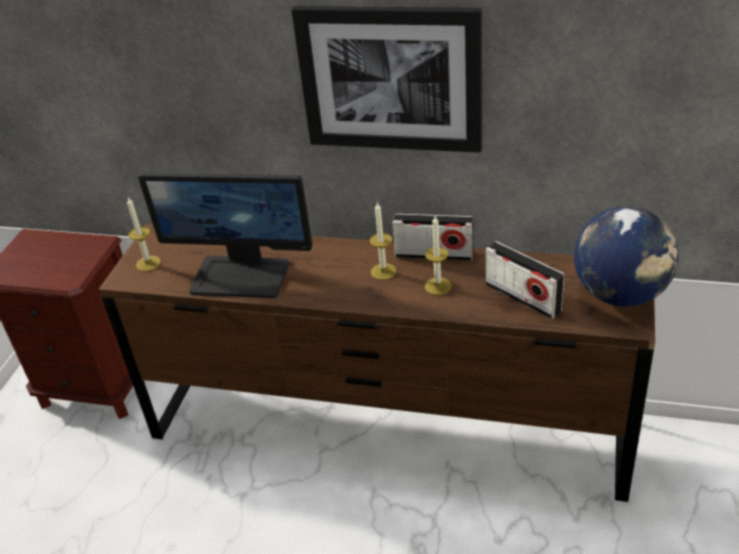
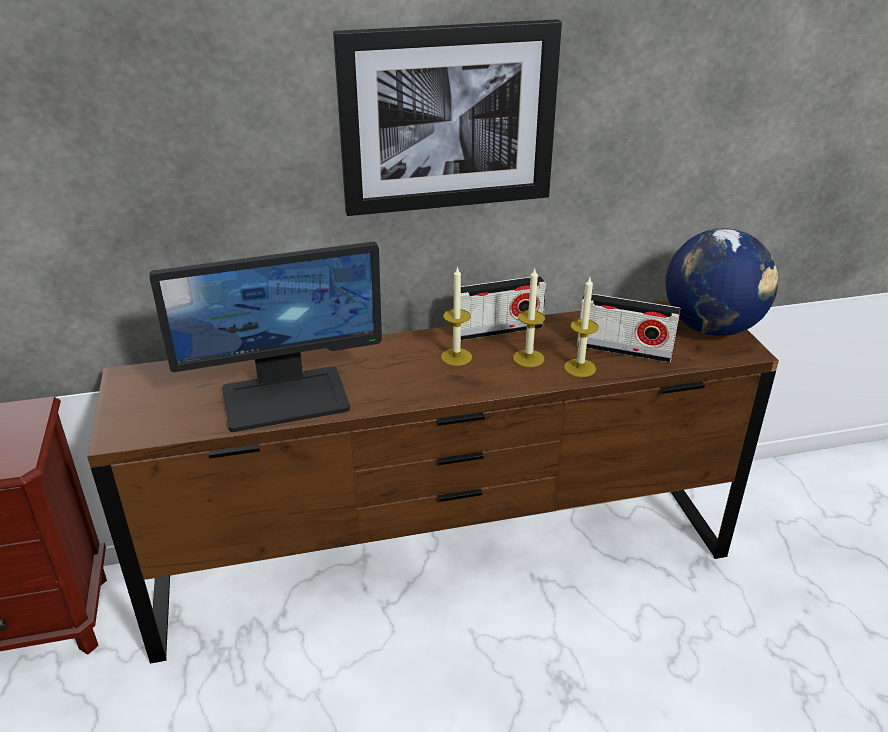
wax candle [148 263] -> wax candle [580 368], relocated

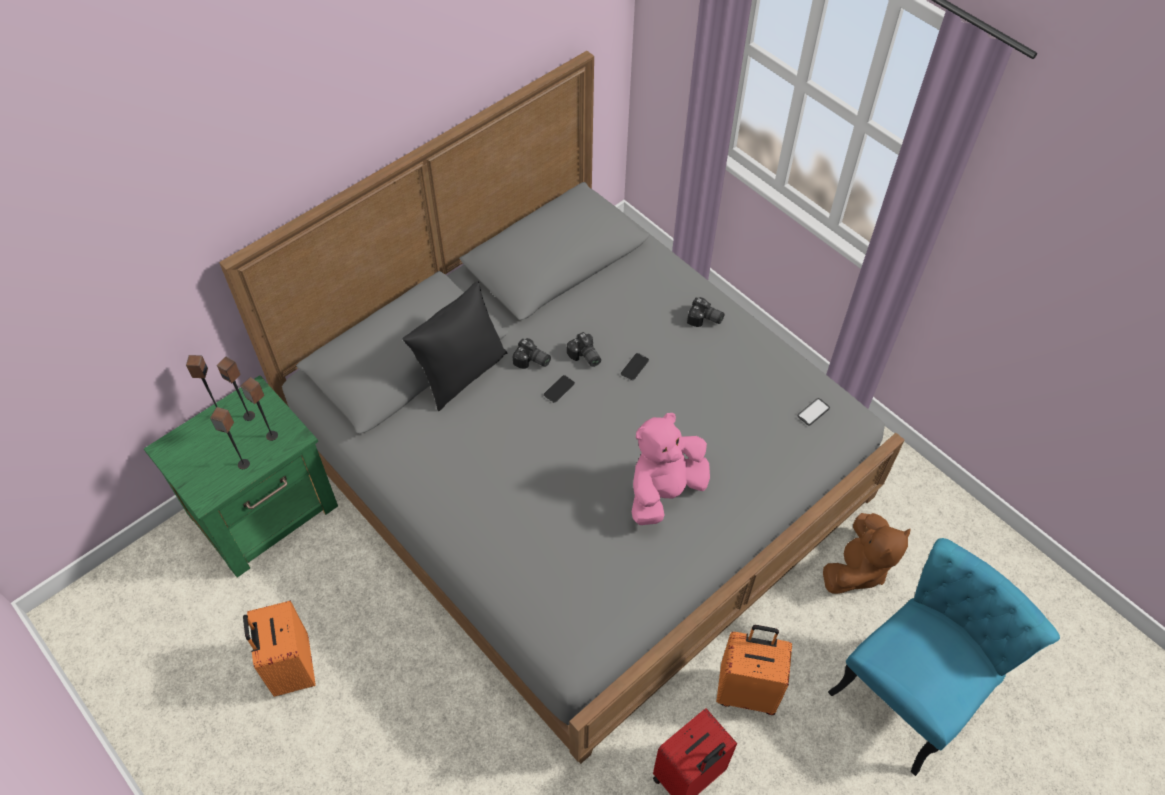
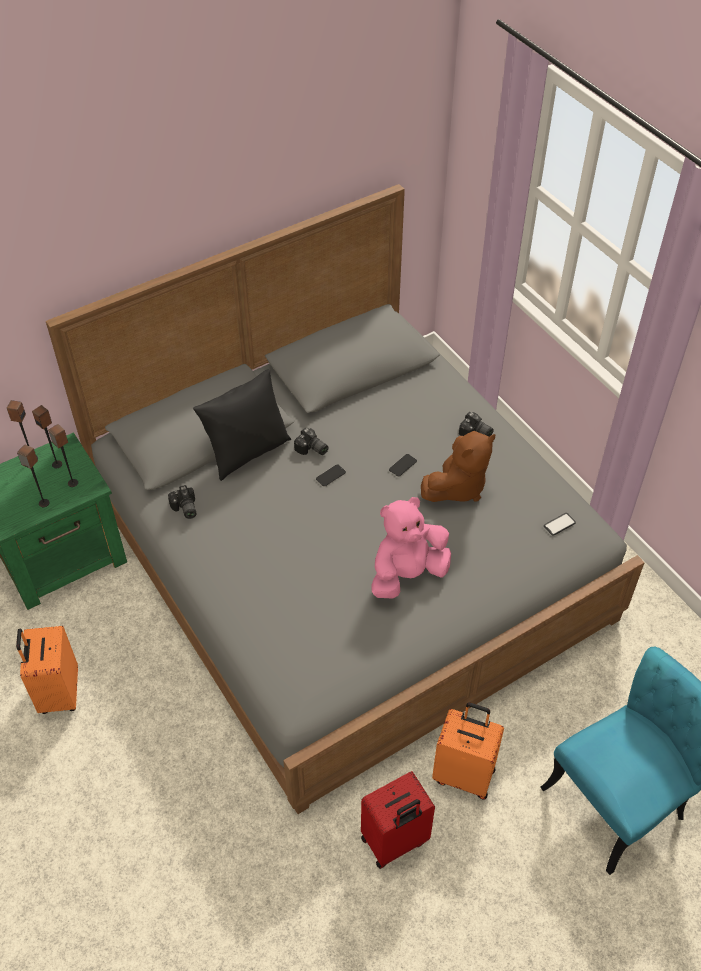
still camera [584 357] -> still camera [184 509], relocated
brown cuddly toy [857 568] -> brown cuddly toy [457 486], relocated

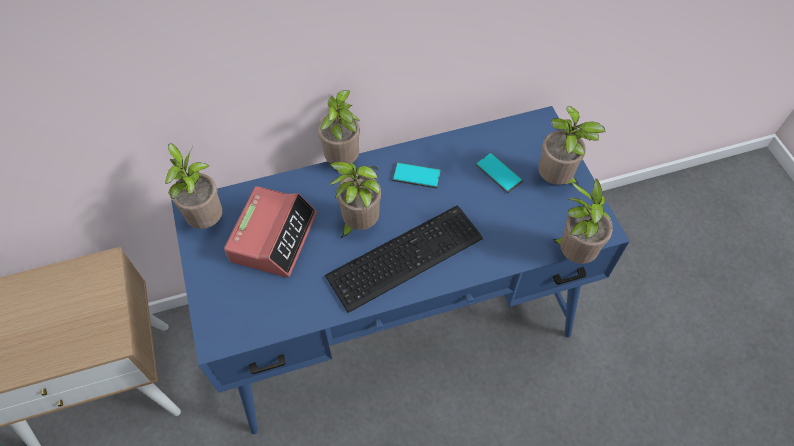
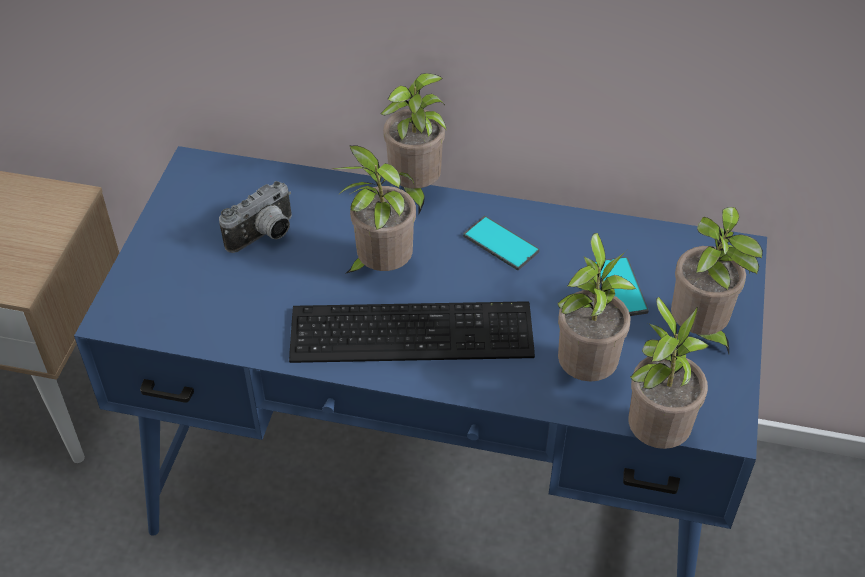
houseplant [207 219] -> houseplant [585 370], relocated
table clock [273 237] -> still camera [265 236]

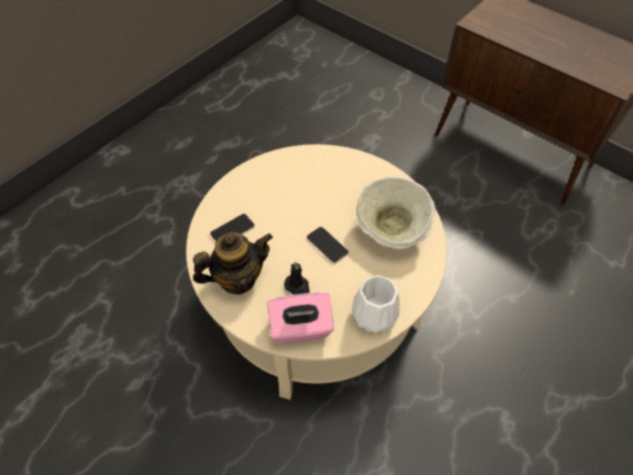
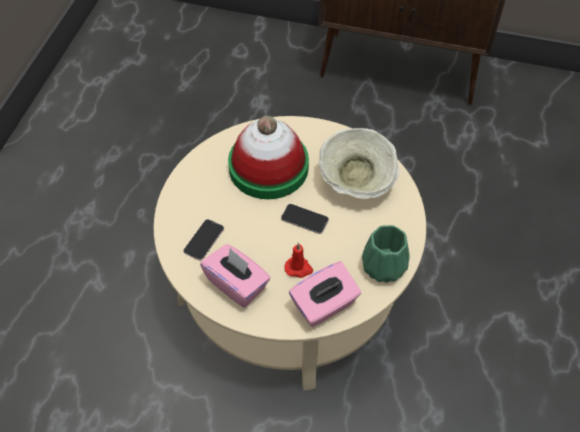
pot for tea [237 278] -> pink-coloured tissue holder [237 284]
black-coloured wax candle [297 286] -> reddish wax candle [299 268]
whitish decorative vase [374 314] -> greenish decorative vase [382 266]
none -> wearable hat [268 167]

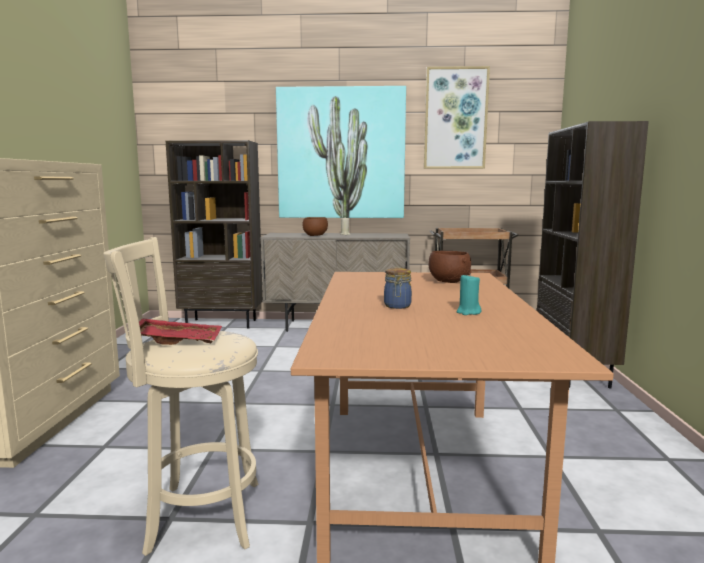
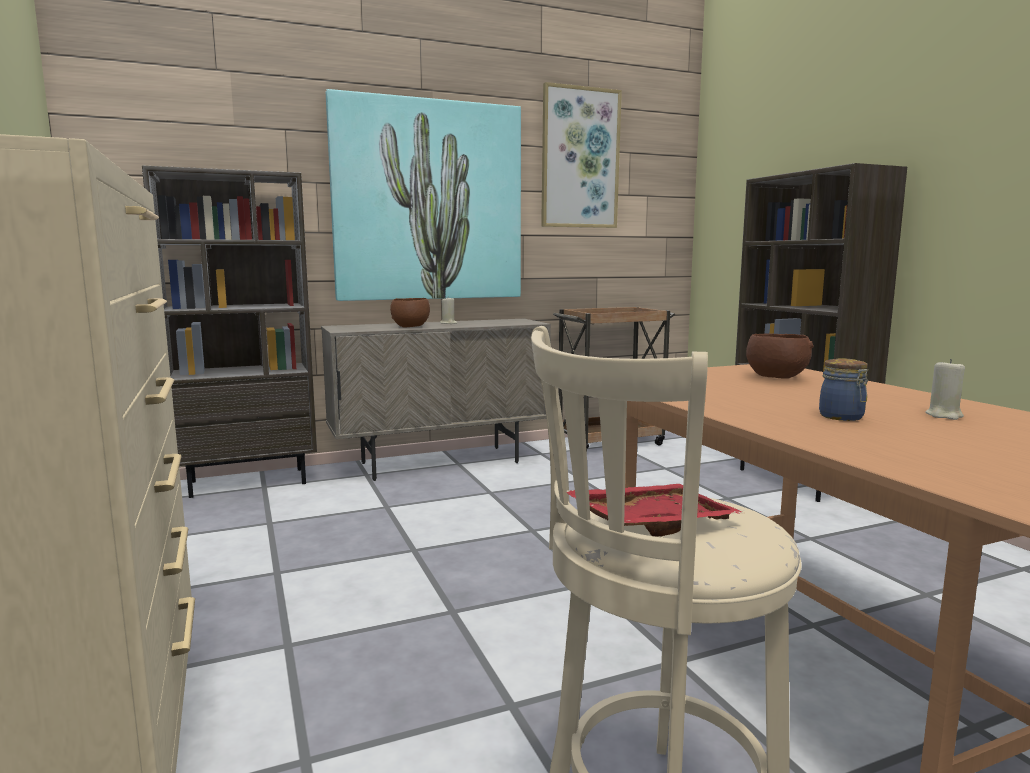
turquoise-coloured wax candle [468 312] -> beige-coloured wax candle [944 415]

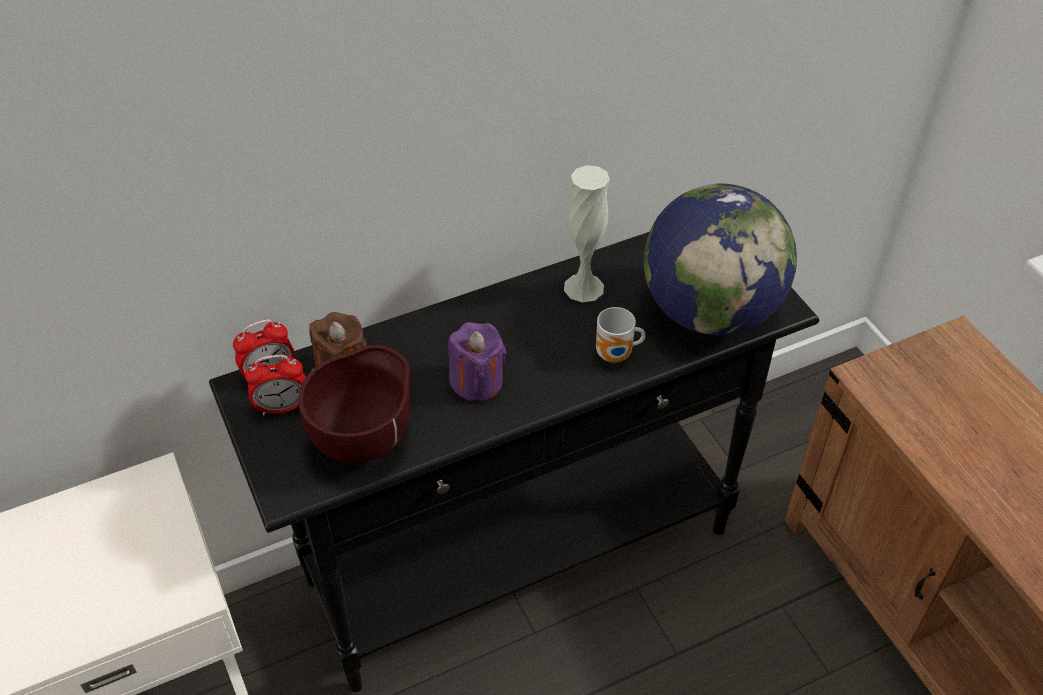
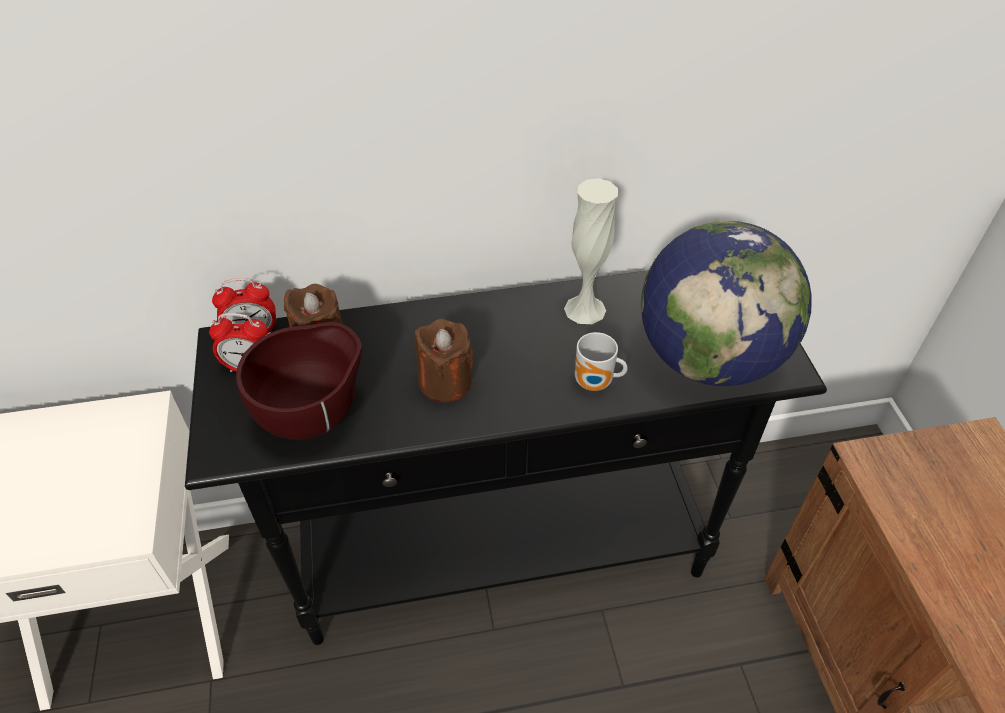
purple-coloured wax candle [477 382] -> brown wax candle [445 382]

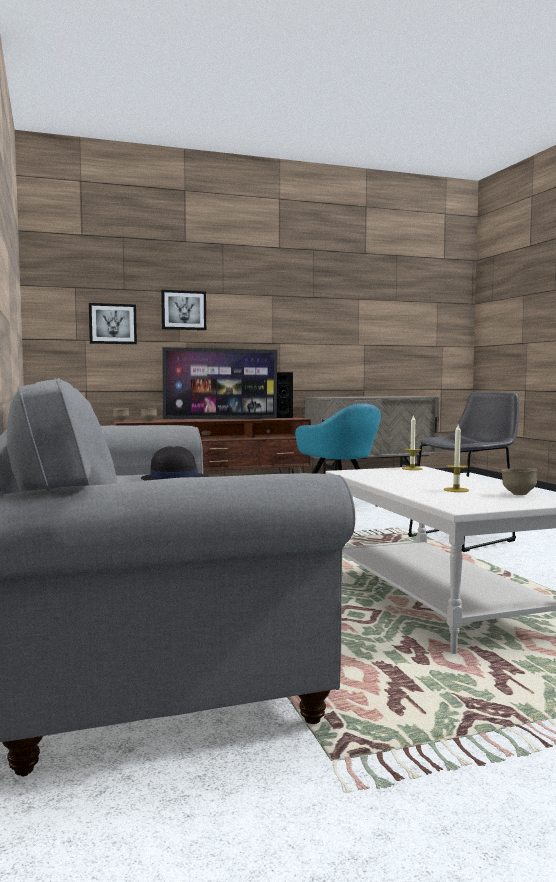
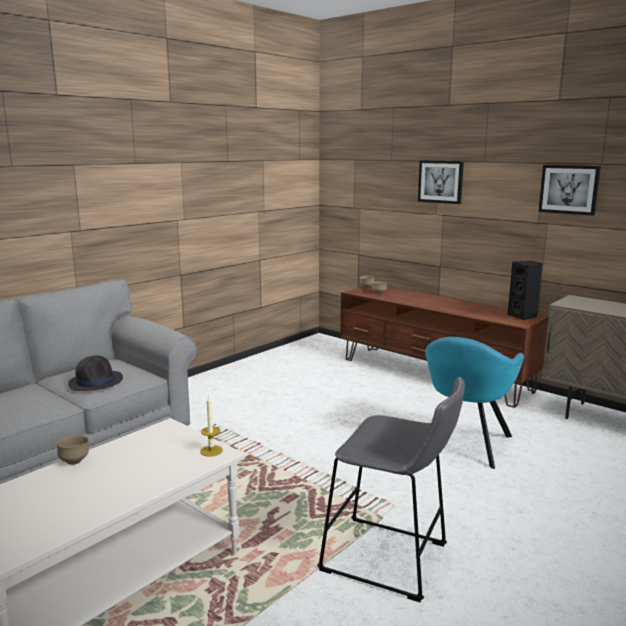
picture [112 324] -> picture [569 189], relocated
TV set [221 419] -> none
wax candle [456 490] -> none
brown bowl [518 494] -> brown bowl [74 462], relocated

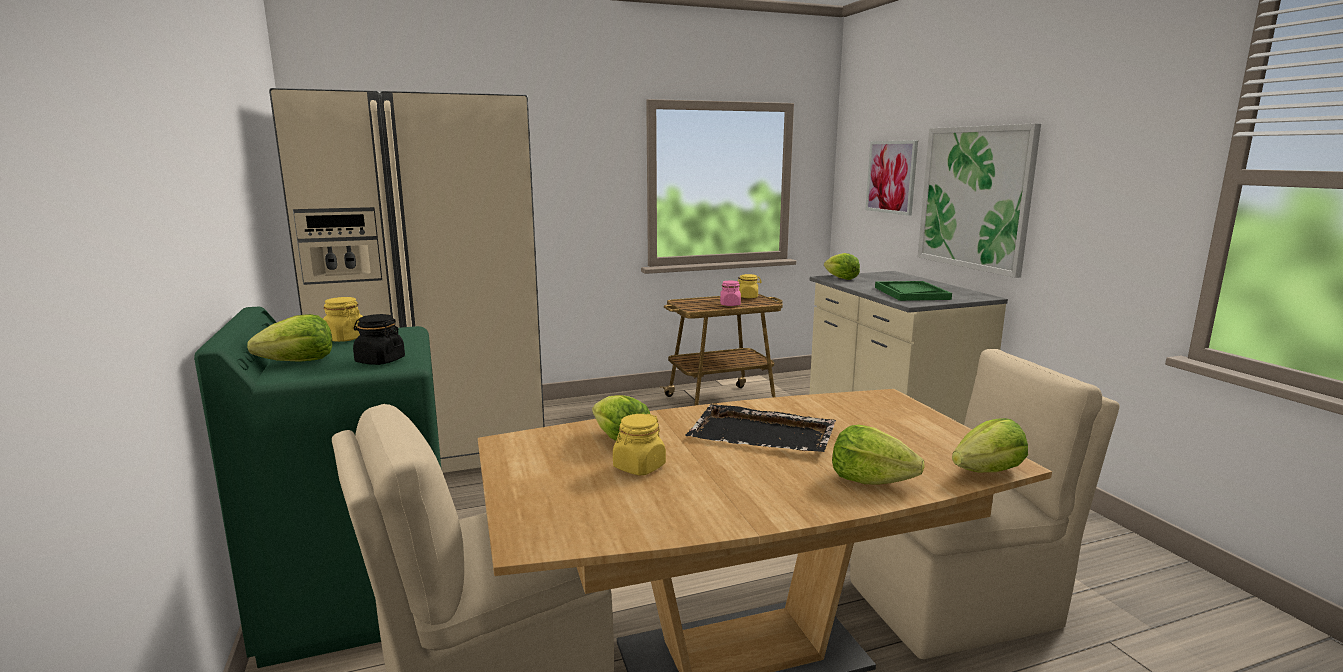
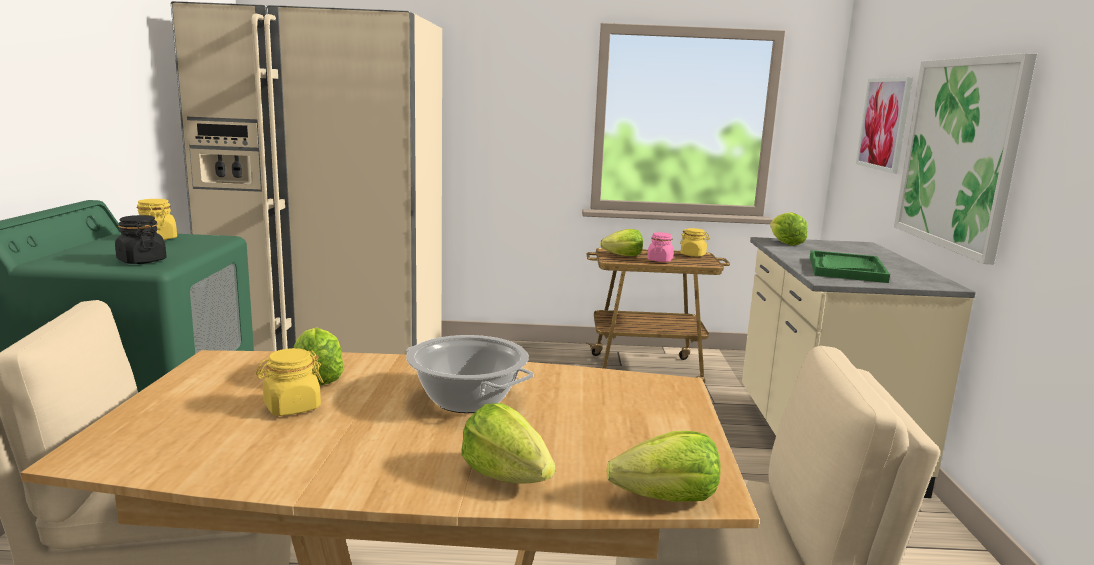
head of lettuce [299 362] -> head of lettuce [623 256], relocated
black-coloured serving tray [763 434] -> stockpot [468 399]

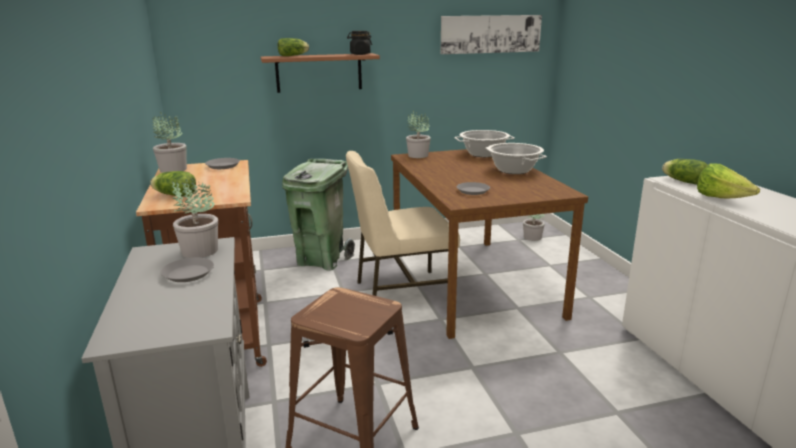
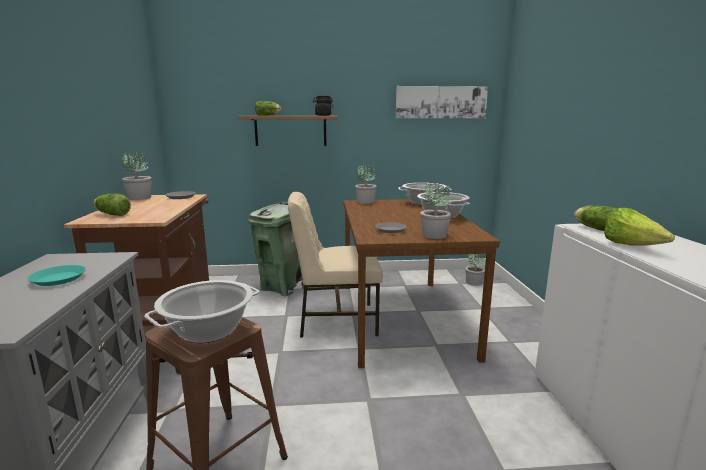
houseplant [199 251] -> houseplant [434 235], relocated
greyish flat dish [188 274] -> turquoise-coloured flat dish [58 279]
none -> stockpot [208 330]

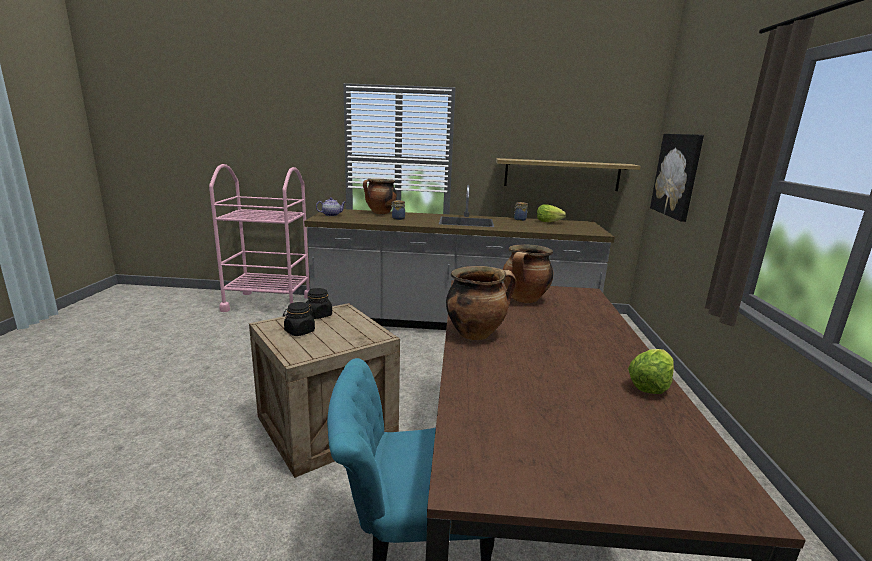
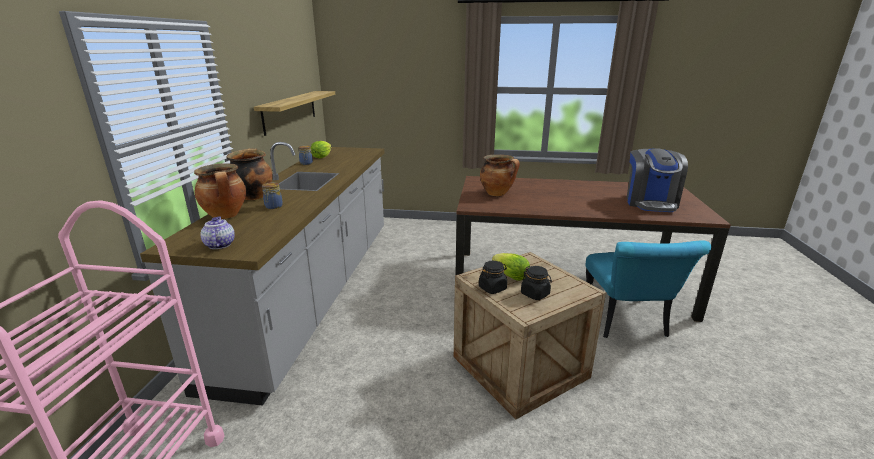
picture [677 175] -> none
stockpot [476 333] -> stockpot [253 196], relocated
head of lettuce [649 386] -> head of lettuce [511 276], relocated
none -> coffee maker [650 202]

